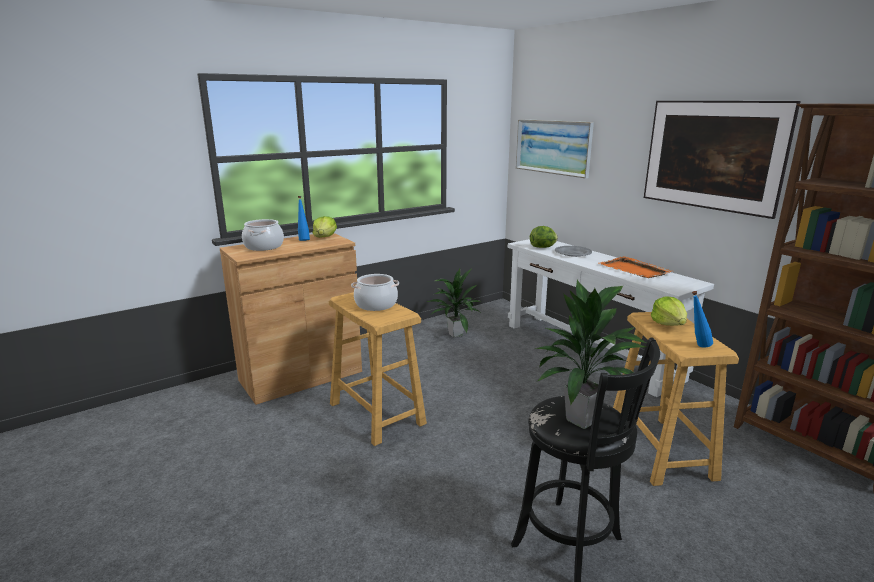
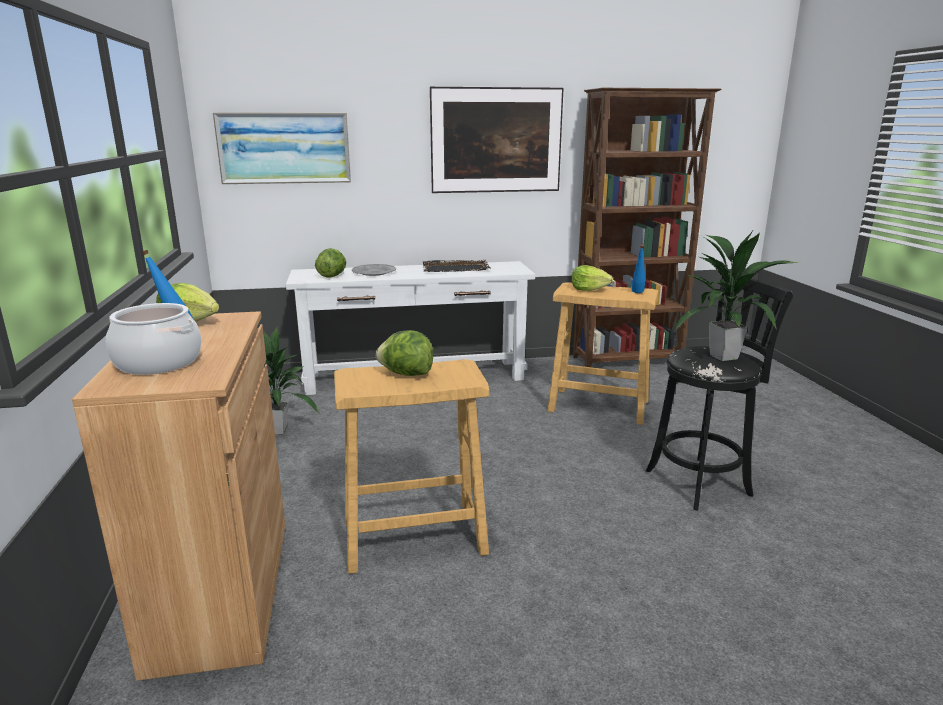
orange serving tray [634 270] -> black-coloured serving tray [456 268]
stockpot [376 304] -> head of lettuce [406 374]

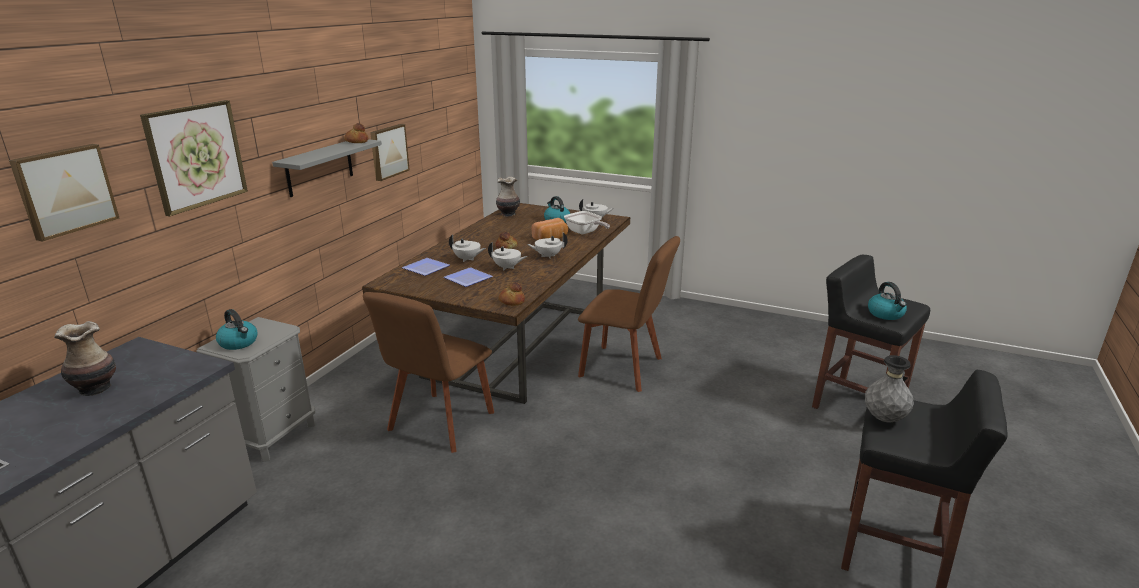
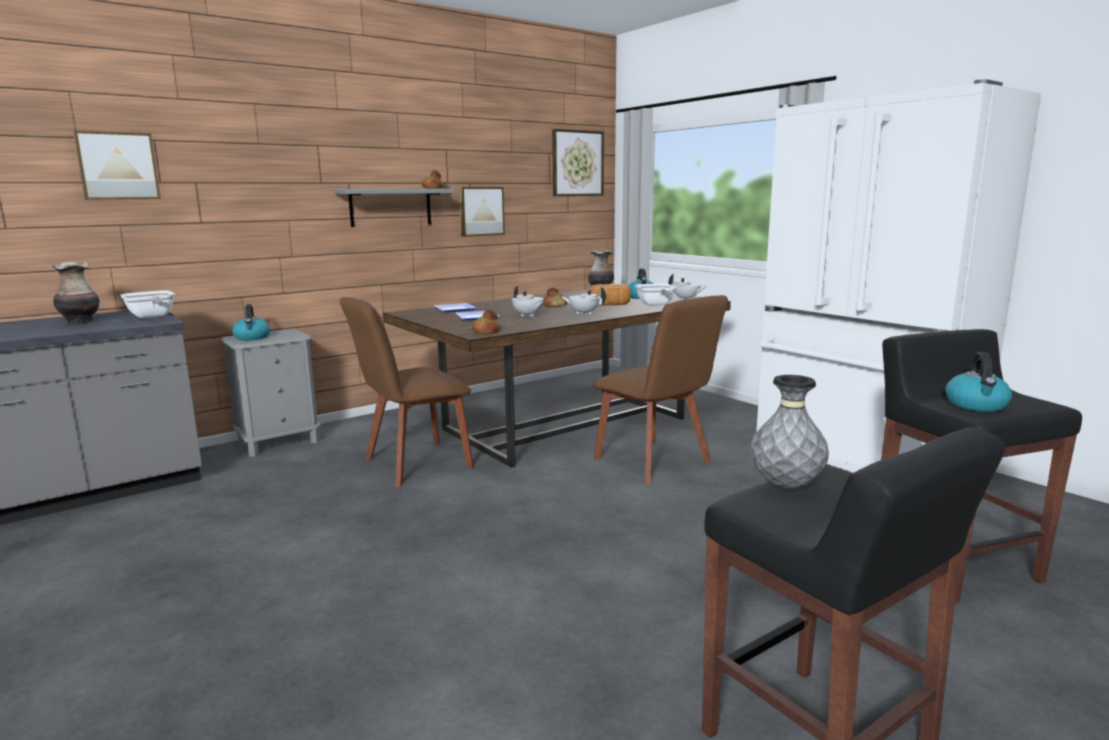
picture [196 156] -> picture [577 163], relocated
whitish pot for tea [467 259] -> none
none -> whitish refrigerator [859 457]
none -> frying pan [151 317]

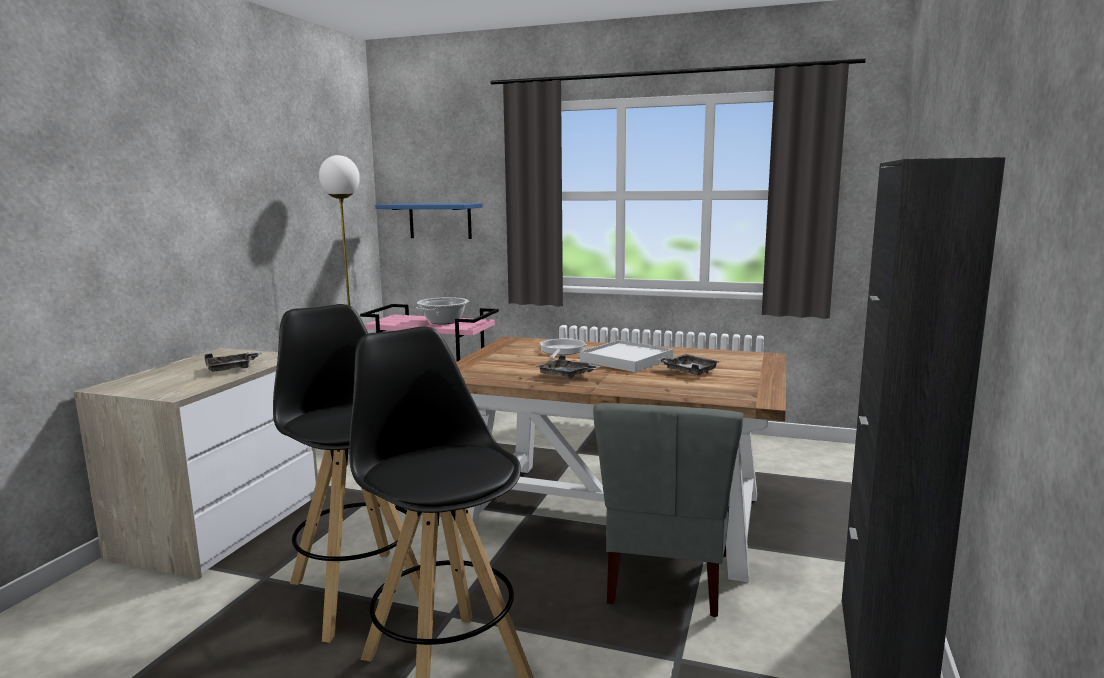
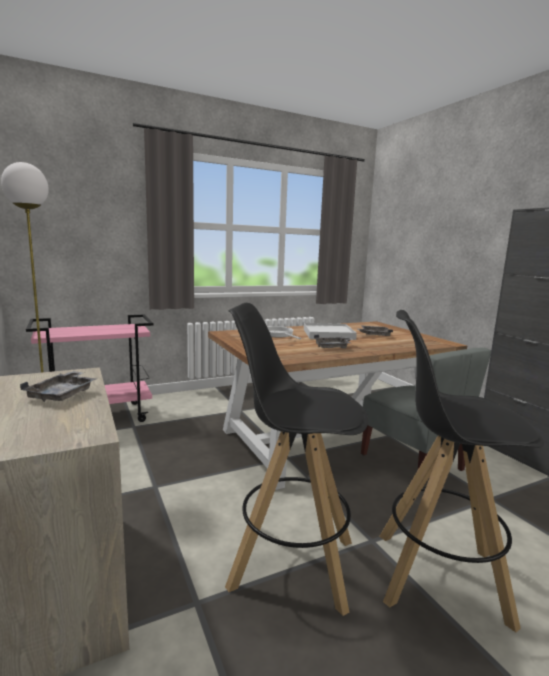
blue-coloured shelf [440 221] -> none
stockpot [443 321] -> none

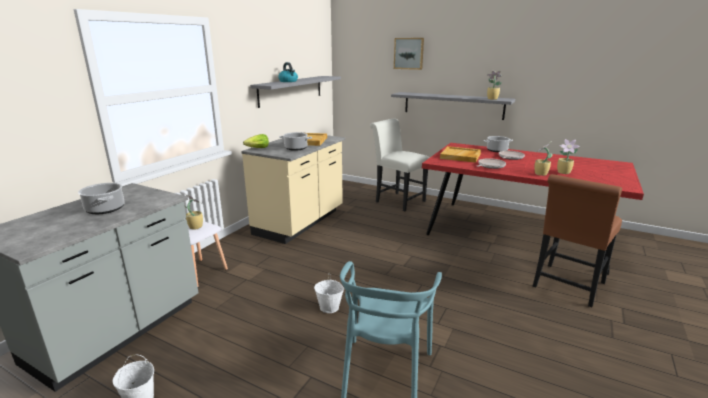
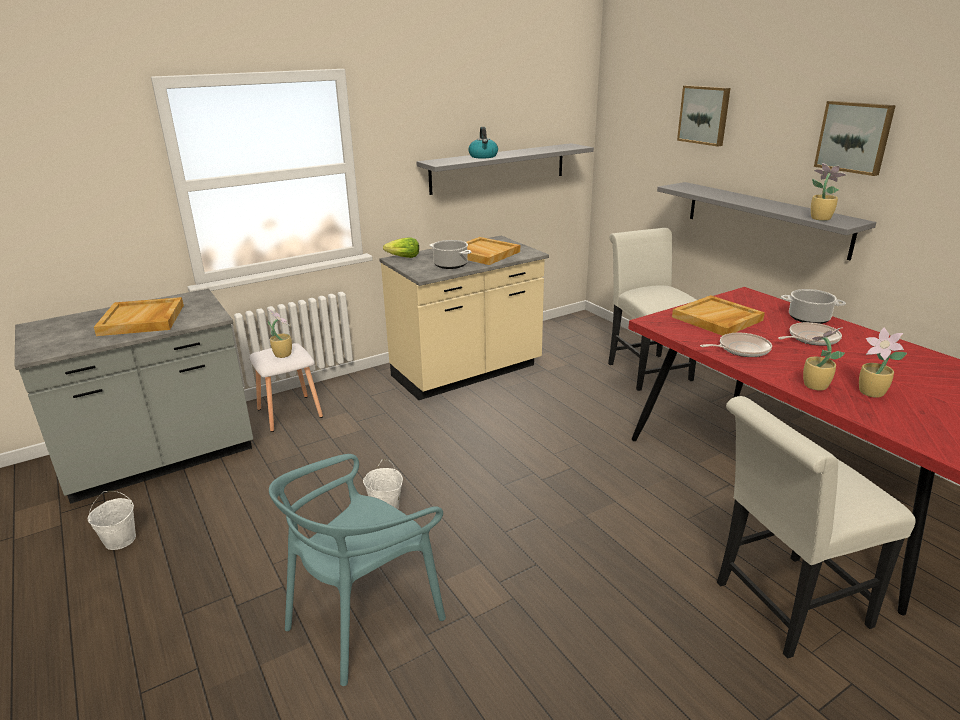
brown plain chair [567 287] -> whitish plain chair [783 606]
stockpot [105 209] -> beige-coloured serving tray [142 320]
none -> picture [854 137]

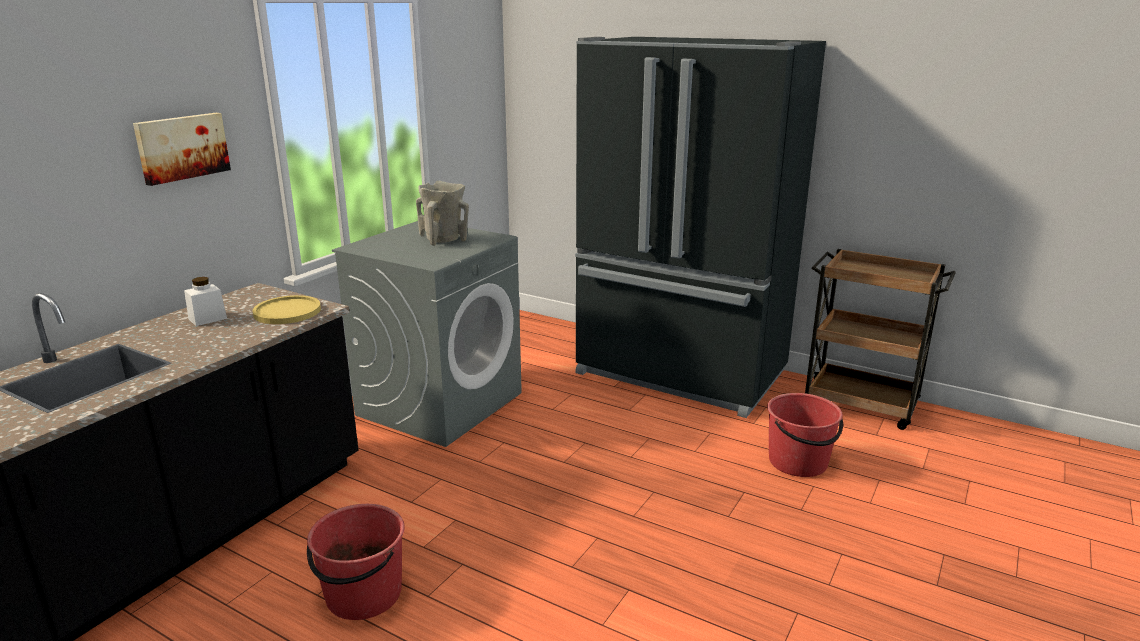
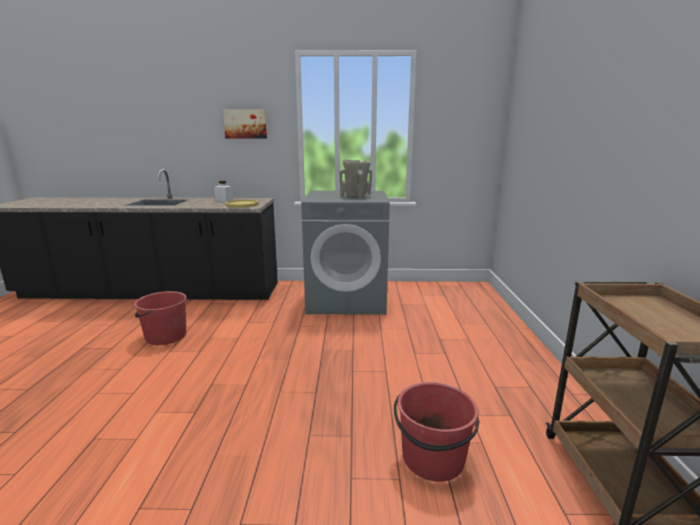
black-coloured refrigerator [680 374] -> none

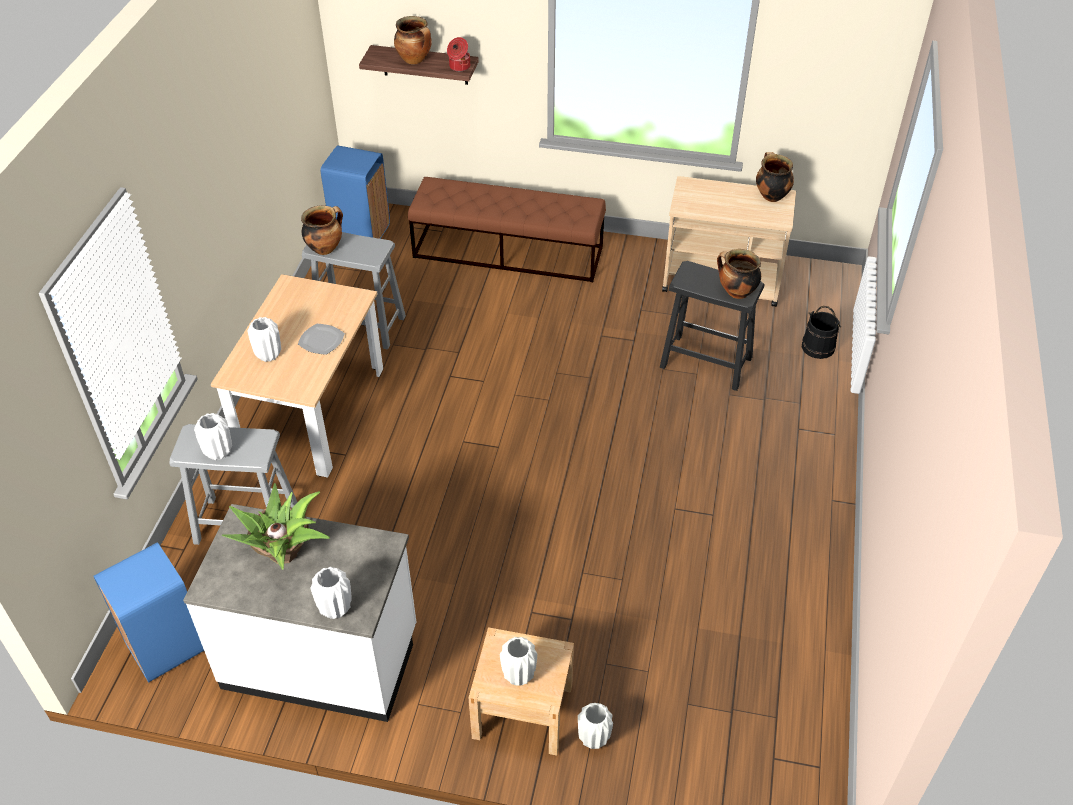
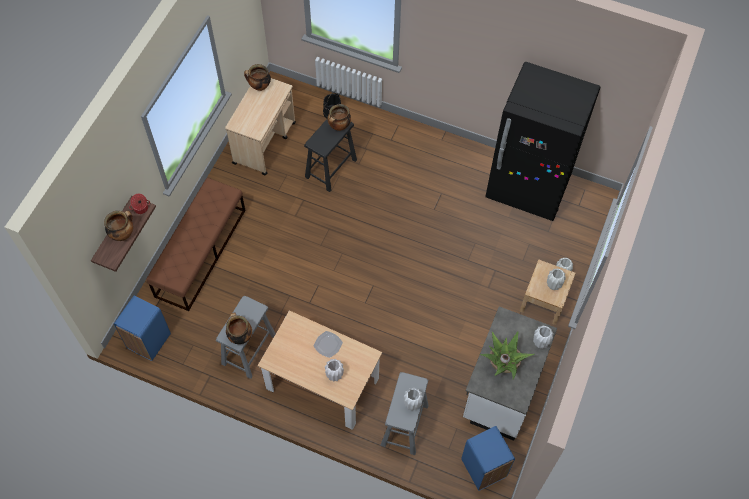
none -> black-coloured refrigerator [528 188]

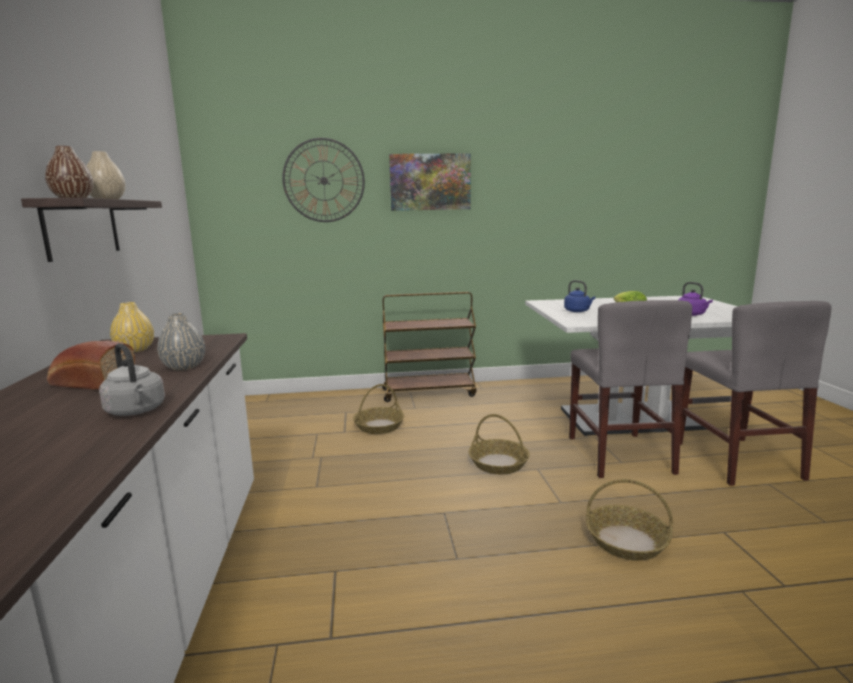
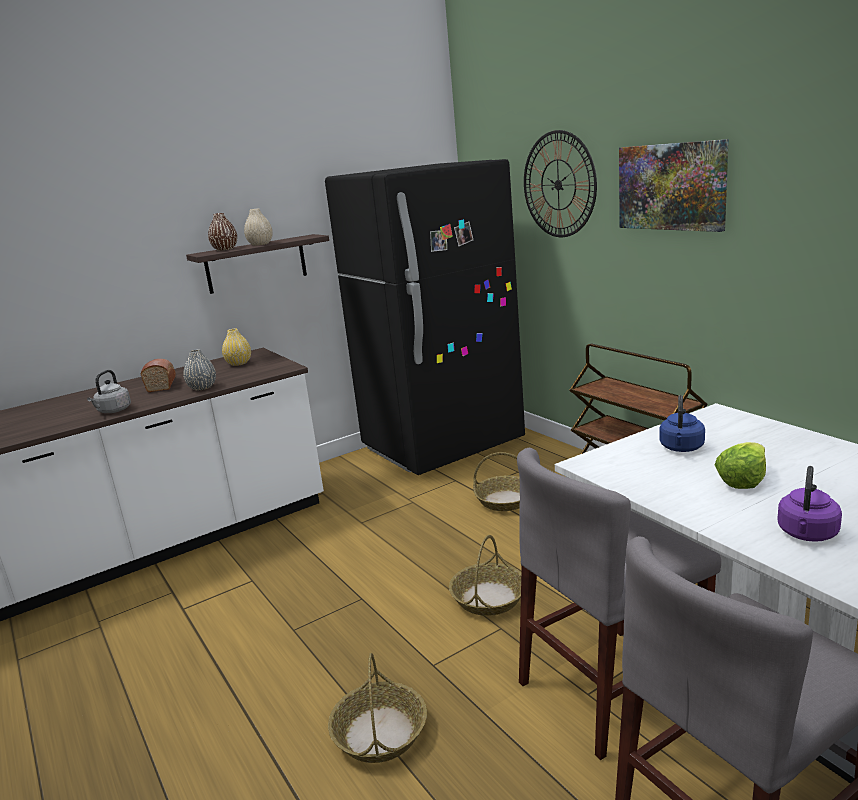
none -> black-coloured refrigerator [443 446]

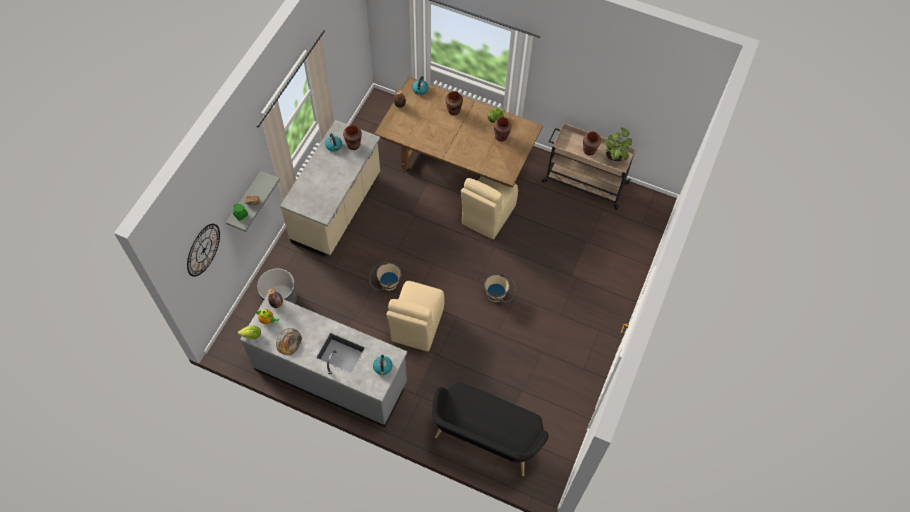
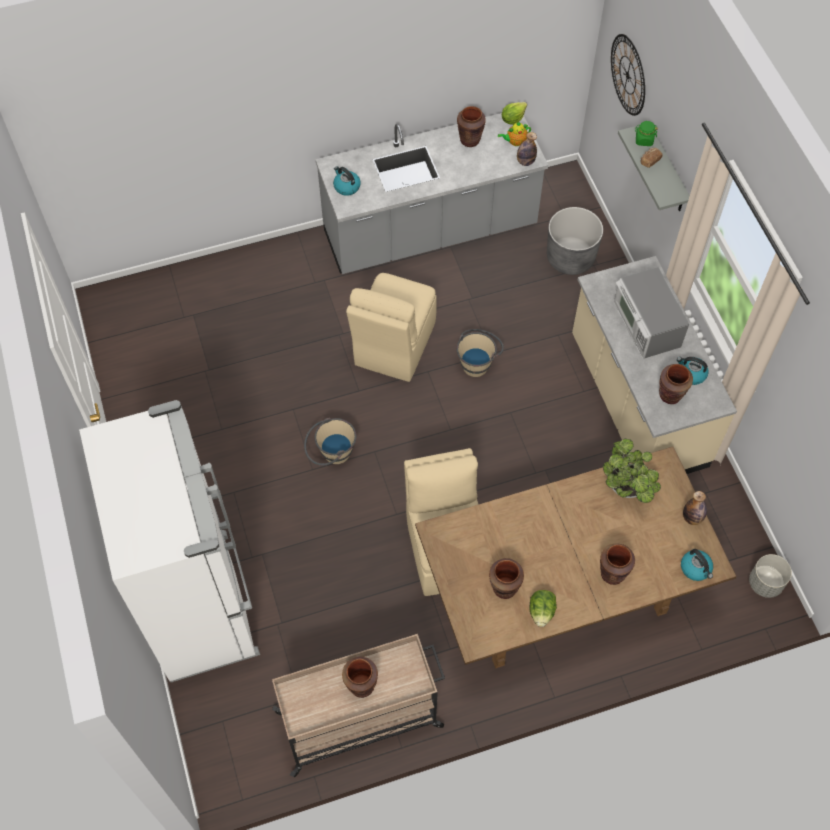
houseplant [614 157] -> houseplant [627 489], relocated
beige-coloured plain chair [416 326] -> beige-coloured plain chair [393 345], 135 degrees counterclockwise
baked bread [288 341] -> brown decorative vase [470 140]
black-coloured bench [485 440] -> none
none -> microwave oven [645 325]
none -> whitish refrigerator [202 604]
none -> greyish plant pot [765 583]

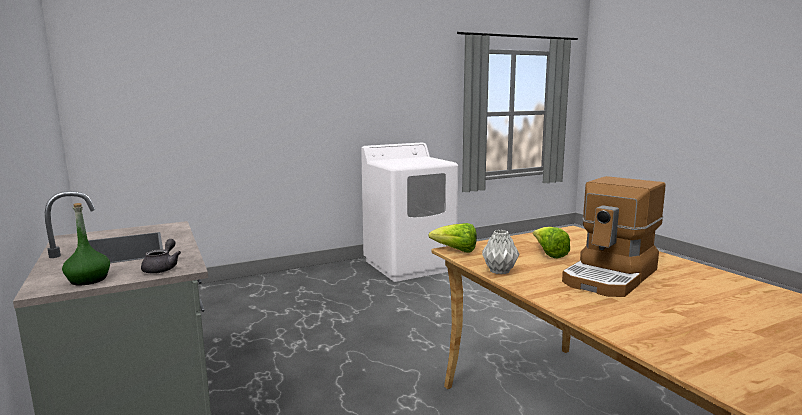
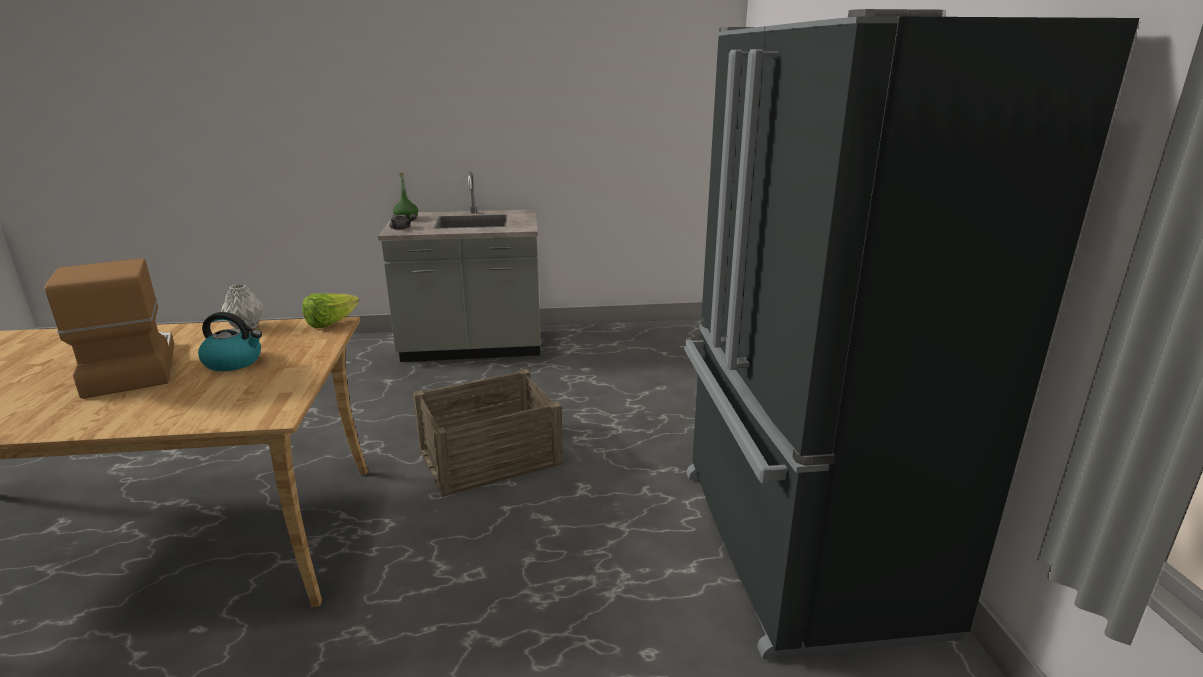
whitish washing machine [409 265] -> black-coloured refrigerator [797 546]
head of lettuce [549 254] -> kettle [234 362]
none -> packing crate [490 456]

